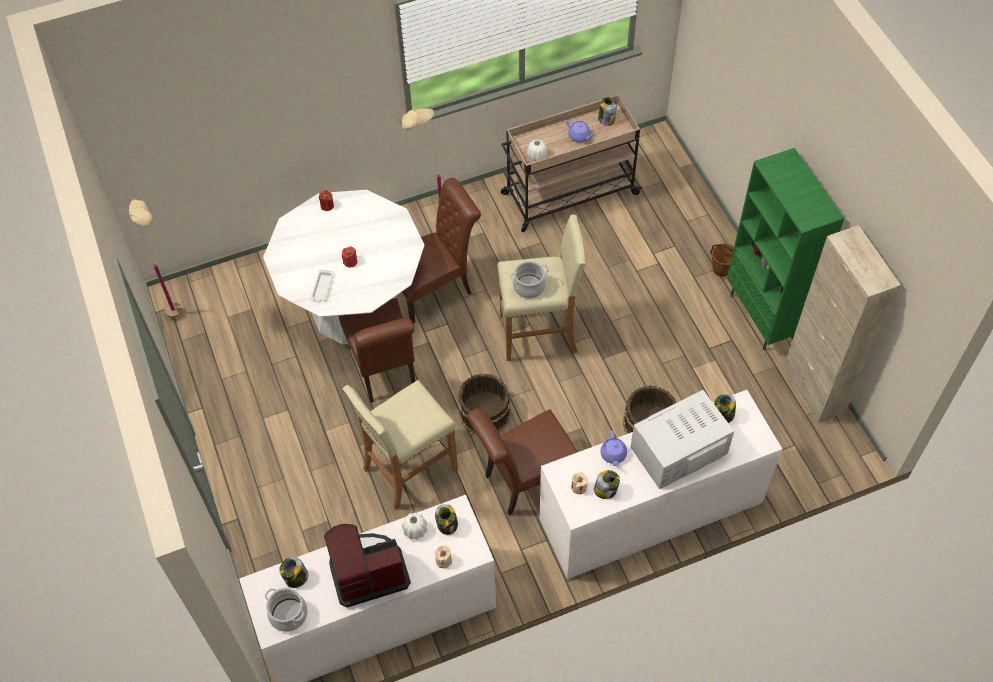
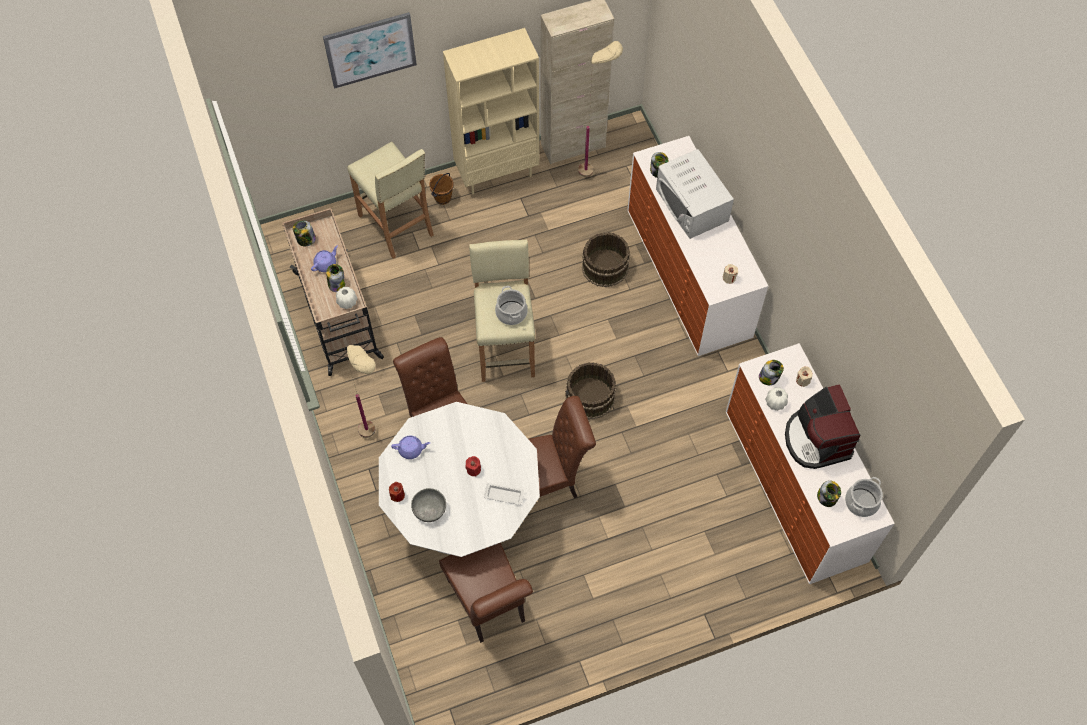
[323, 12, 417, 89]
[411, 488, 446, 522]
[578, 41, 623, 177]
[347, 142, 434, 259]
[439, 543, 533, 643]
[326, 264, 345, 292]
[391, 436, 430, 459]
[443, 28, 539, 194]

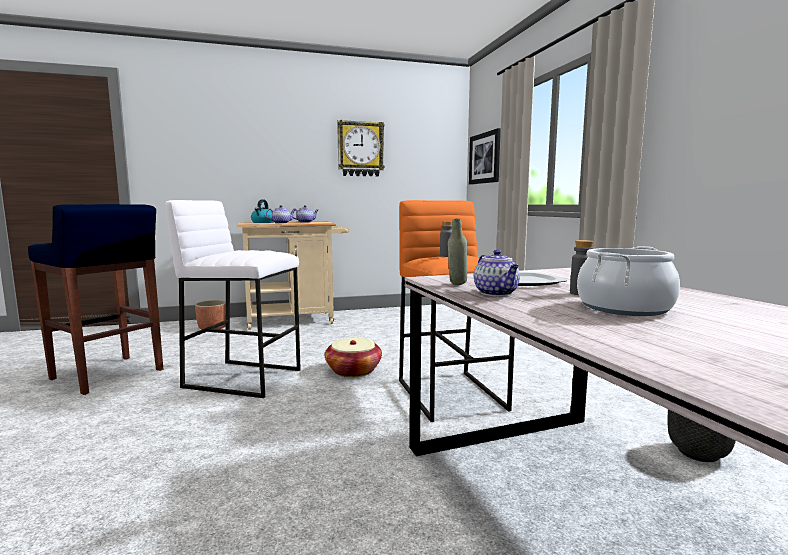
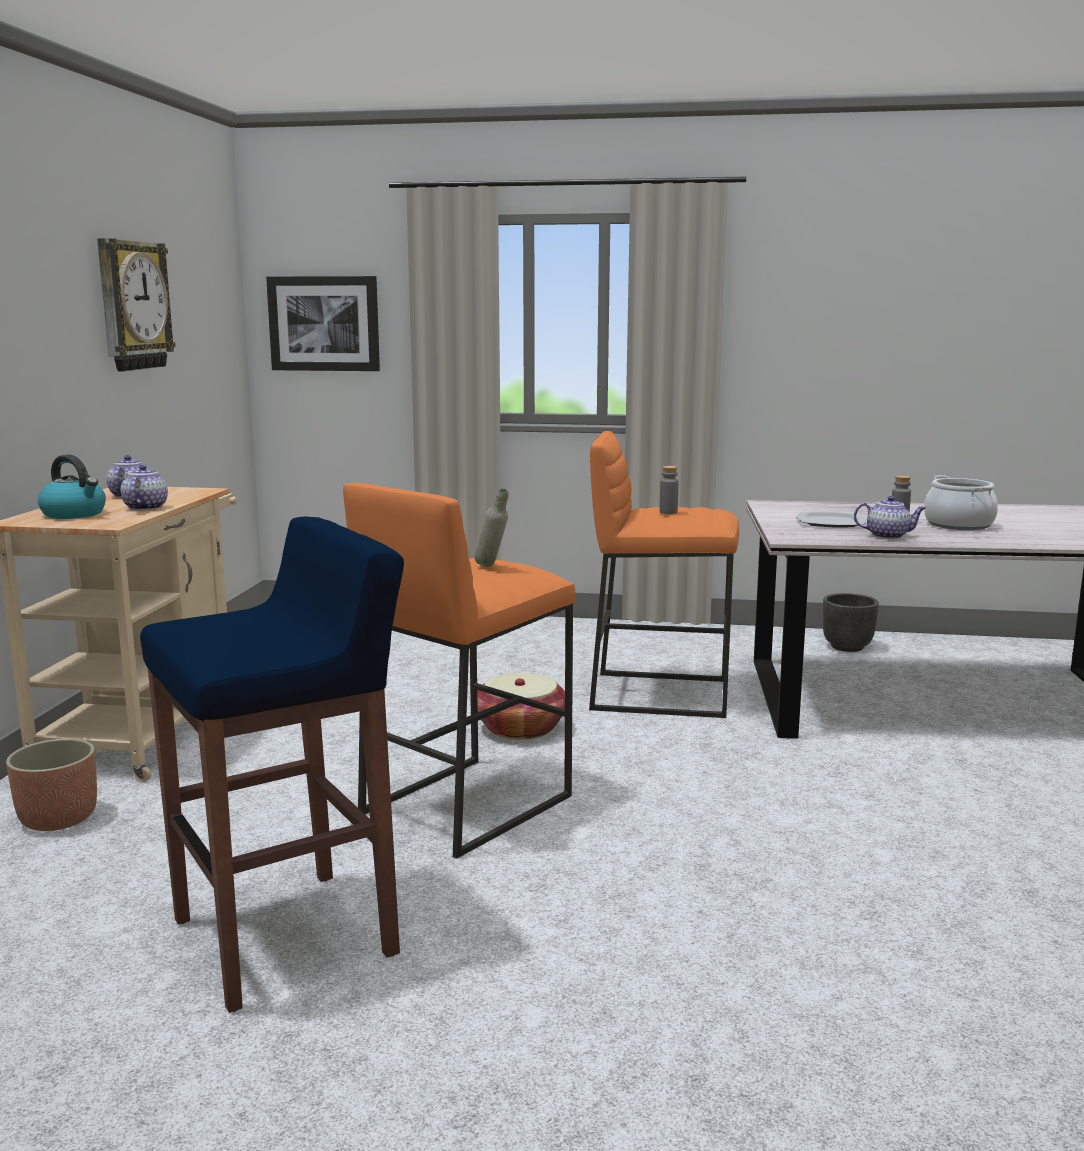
[475, 488, 509, 567]
[343, 483, 575, 859]

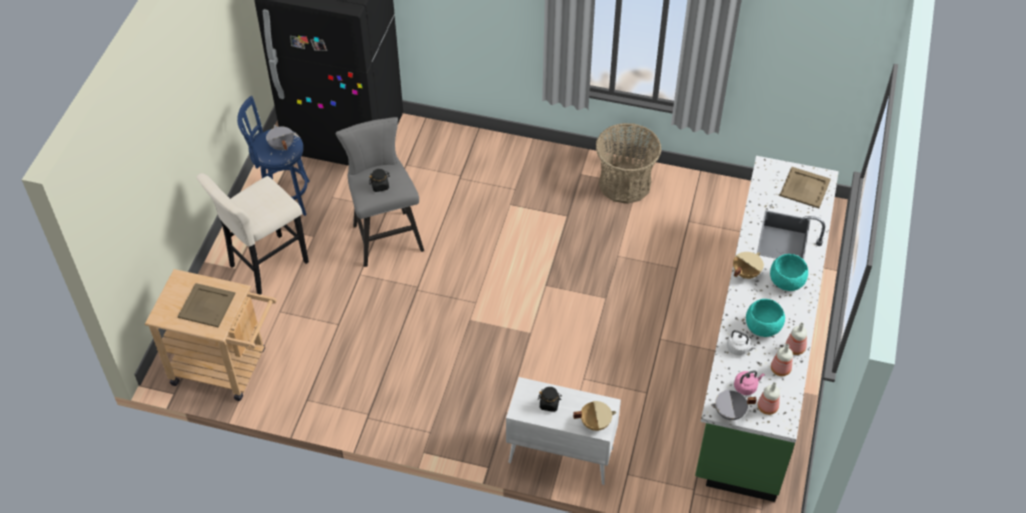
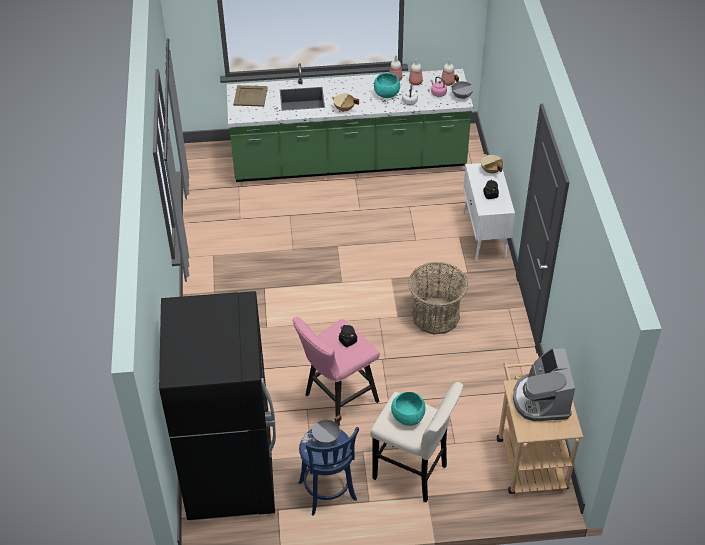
[408, 262, 468, 335]
[391, 392, 425, 426]
[513, 348, 575, 421]
[292, 317, 380, 426]

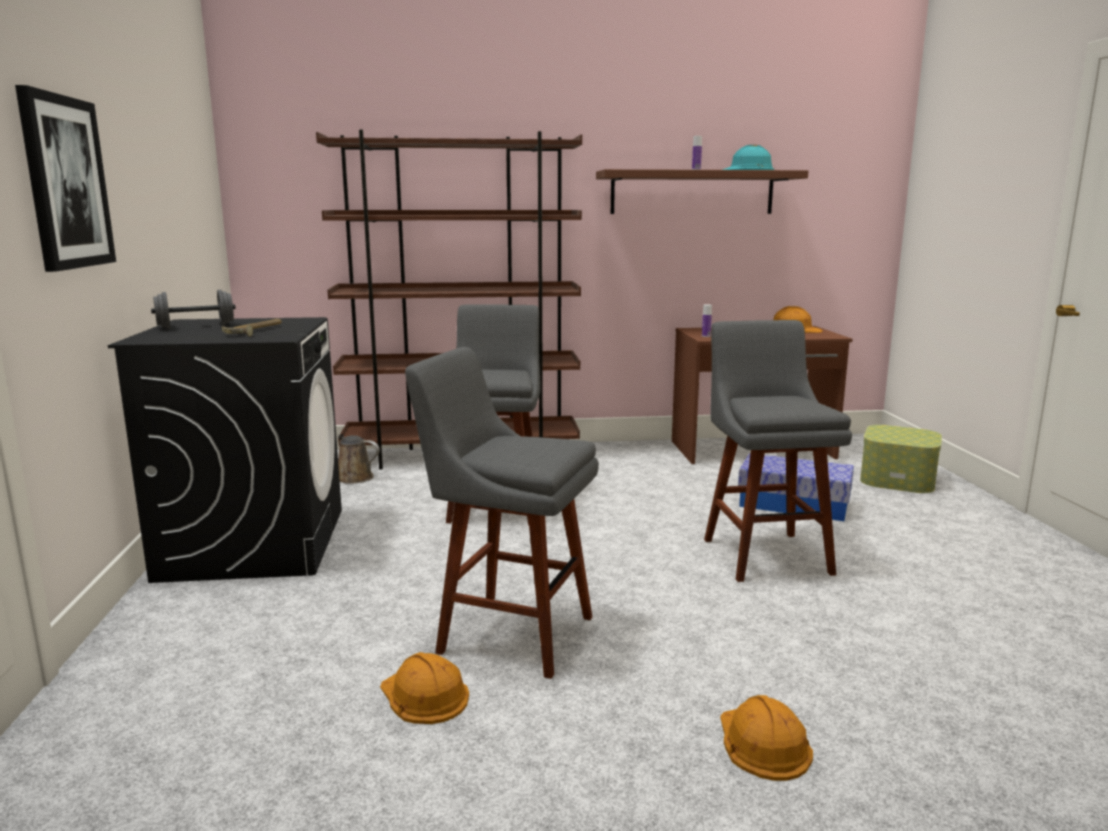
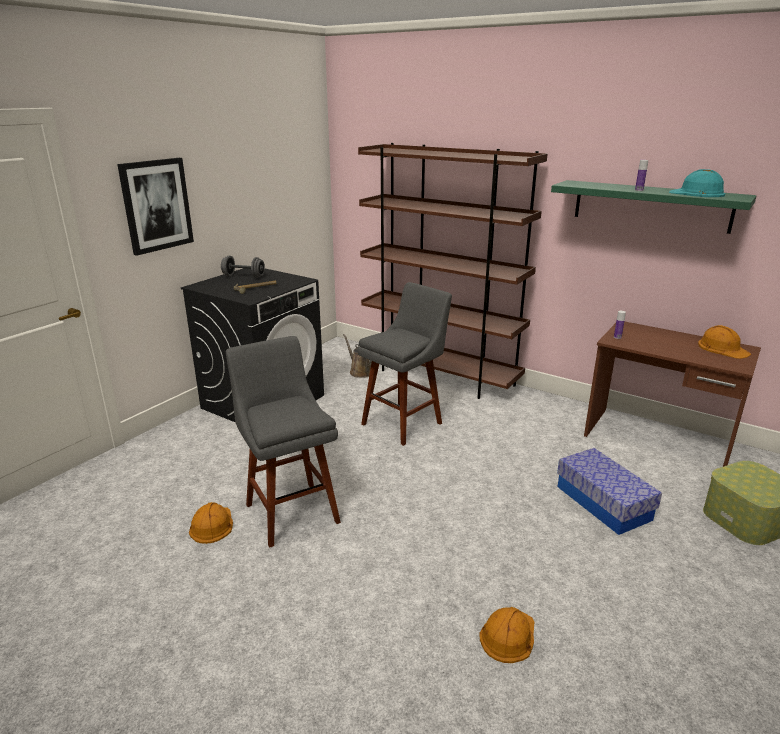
[704, 320, 852, 582] (first image)
[479, 607, 534, 663]
[551, 180, 757, 234]

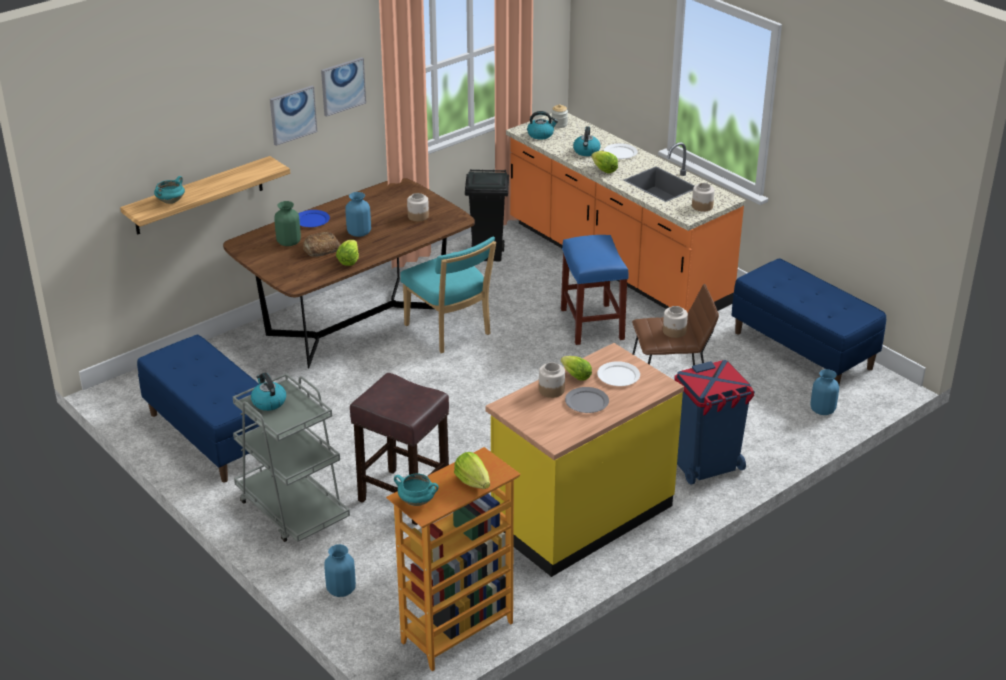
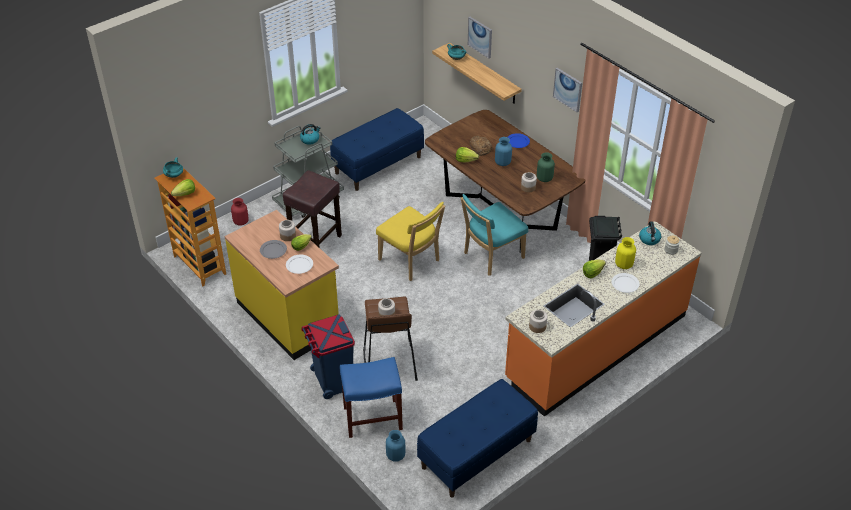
[376, 202, 445, 281]
[468, 17, 492, 59]
[537, 152, 555, 182]
[340, 357, 403, 438]
[615, 237, 636, 269]
[231, 198, 249, 226]

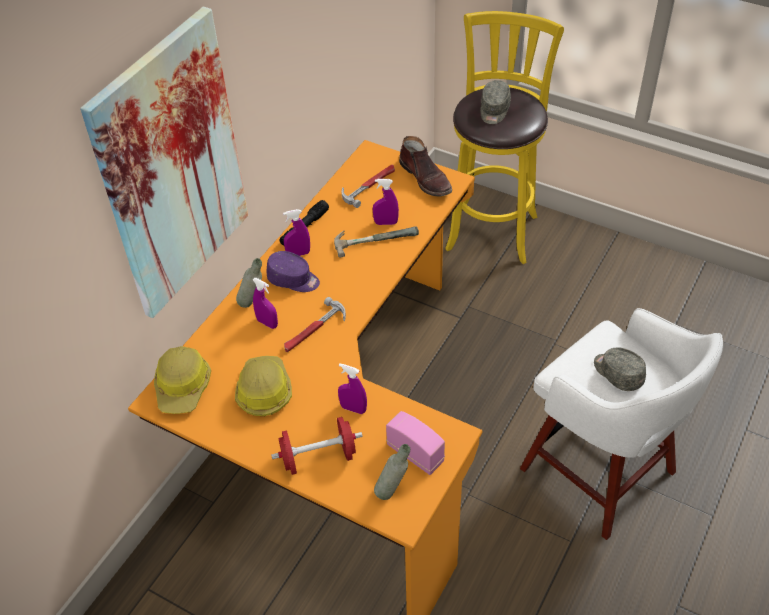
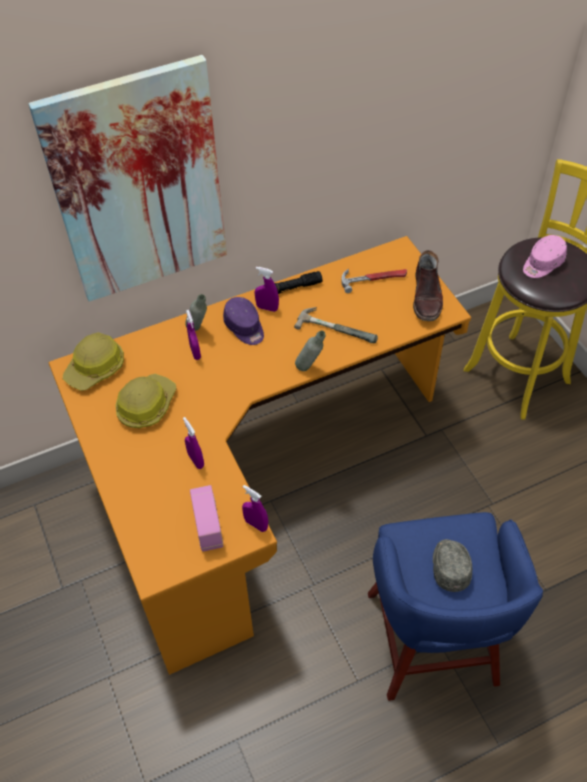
[271, 417, 363, 475] (first image)
[284, 297, 346, 352] (first image)
[242, 485, 268, 532]
[295, 330, 326, 371]
[523, 235, 567, 278]
[368, 512, 543, 701]

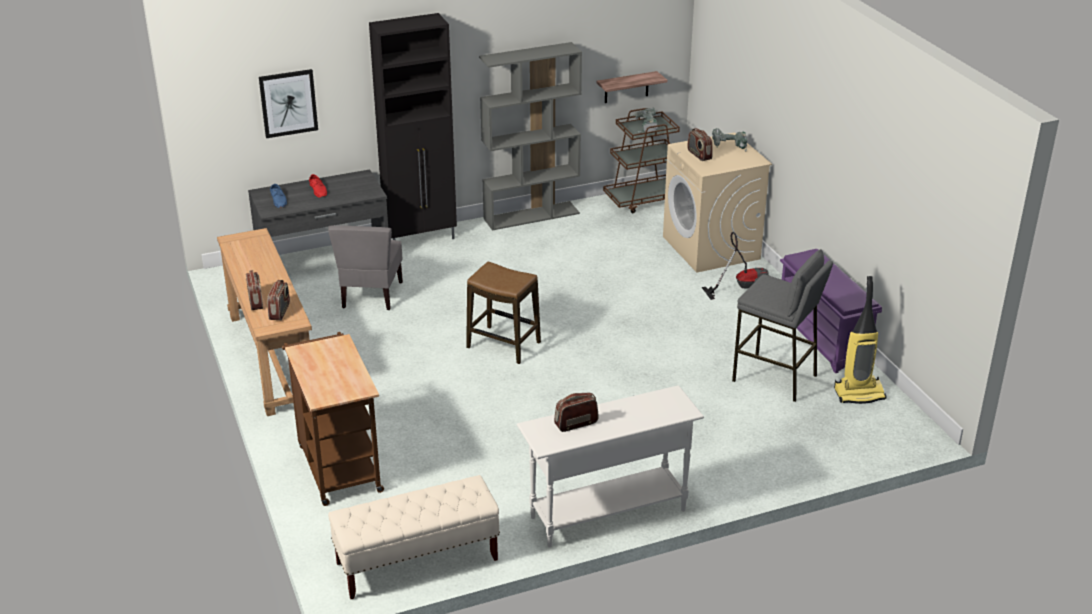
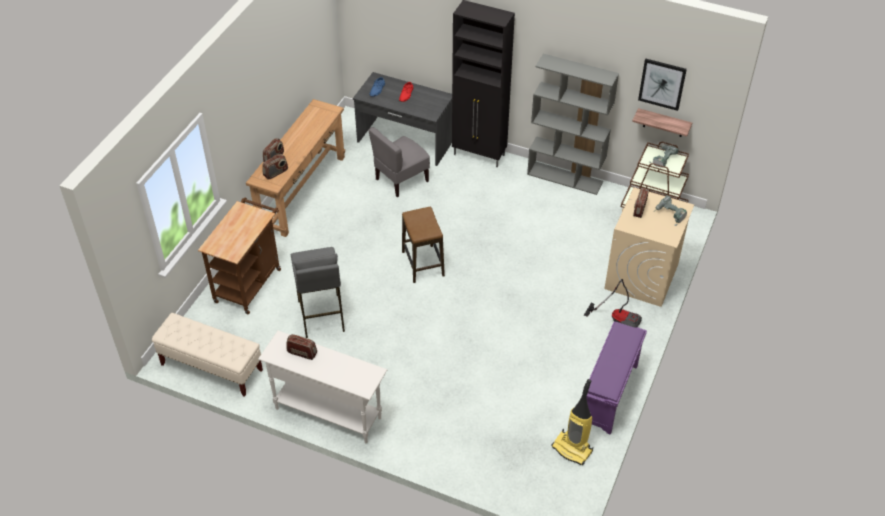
[638, 59, 687, 111]
[291, 247, 345, 338]

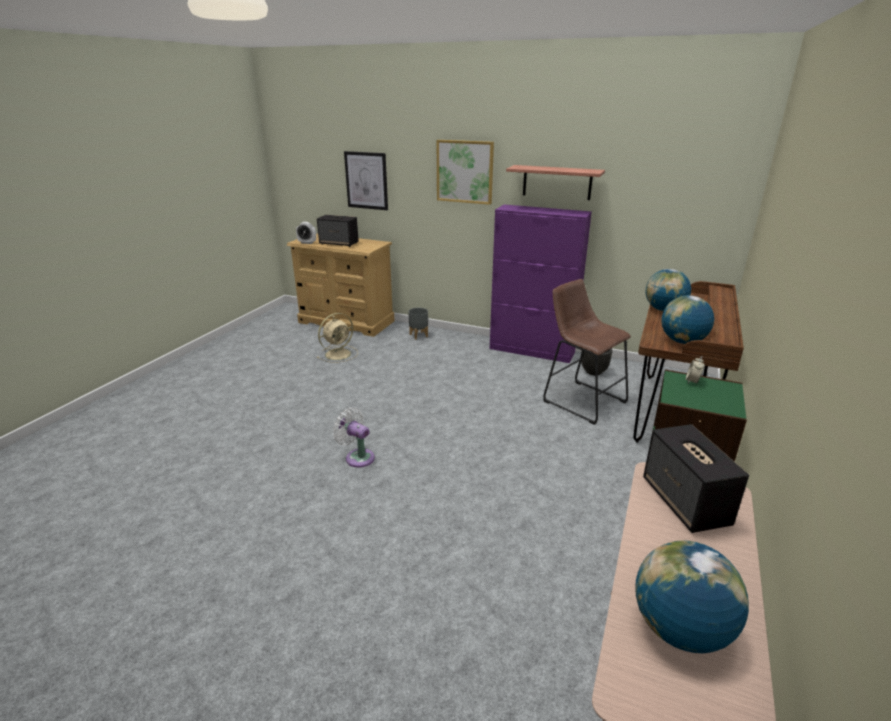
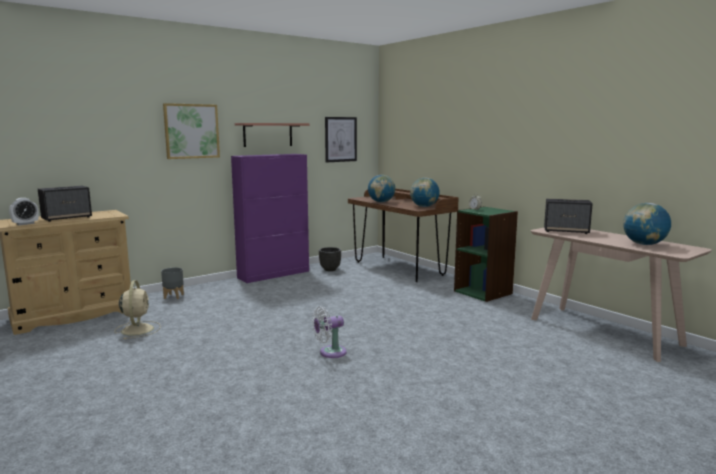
[543, 279, 631, 425] (first image)
[325, 117, 357, 162]

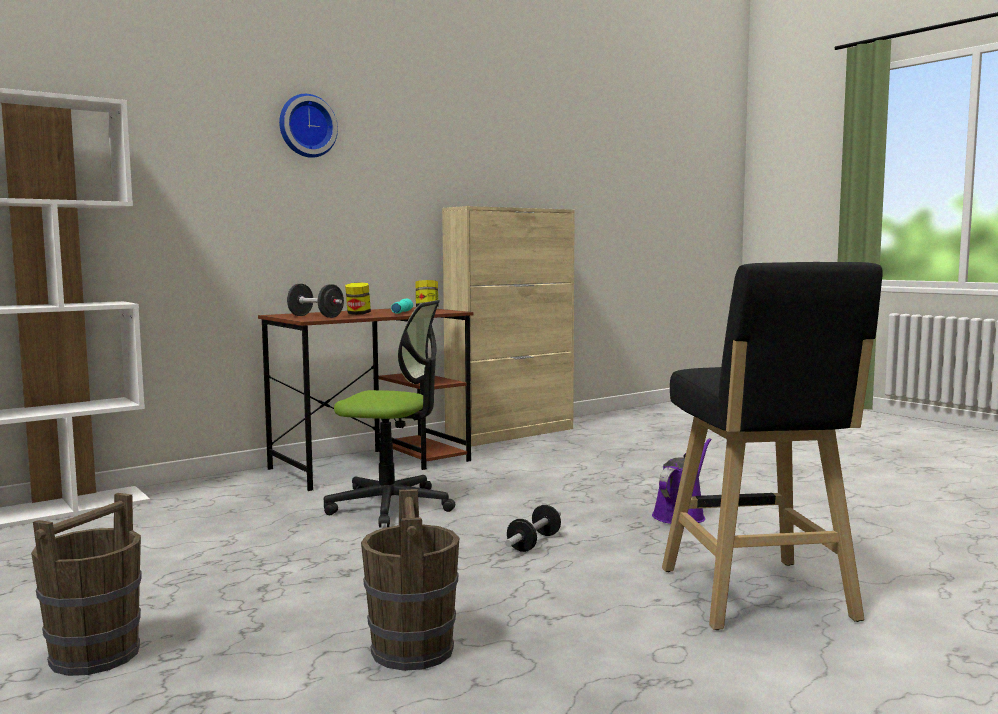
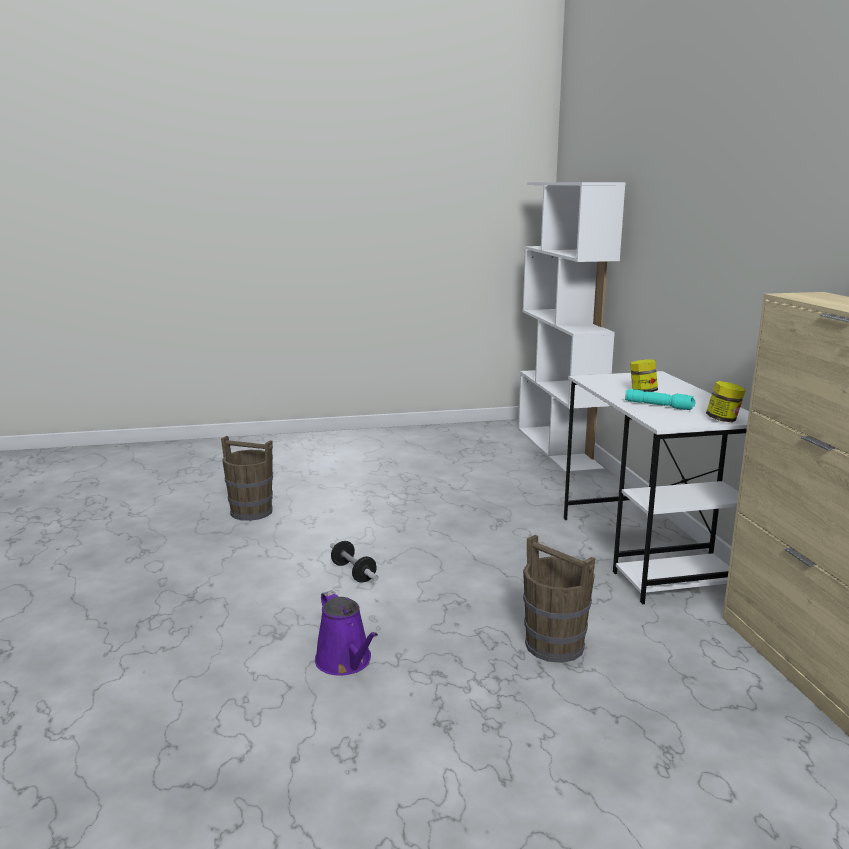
[279, 94, 338, 158] (first image)
[287, 284, 344, 318] (first image)
[324, 300, 456, 528] (first image)
[662, 262, 883, 630] (first image)
[523, 535, 595, 663]
[564, 371, 749, 604]

